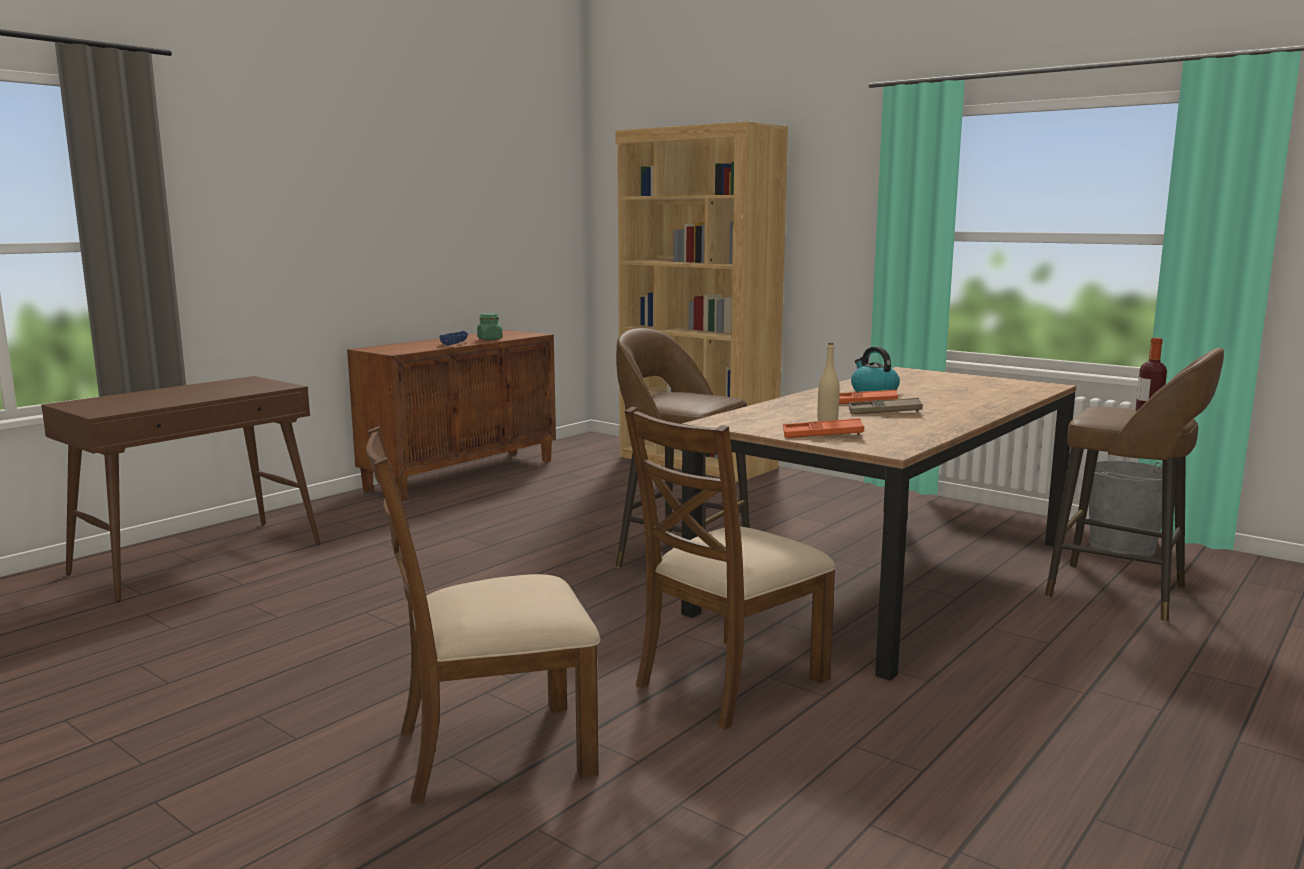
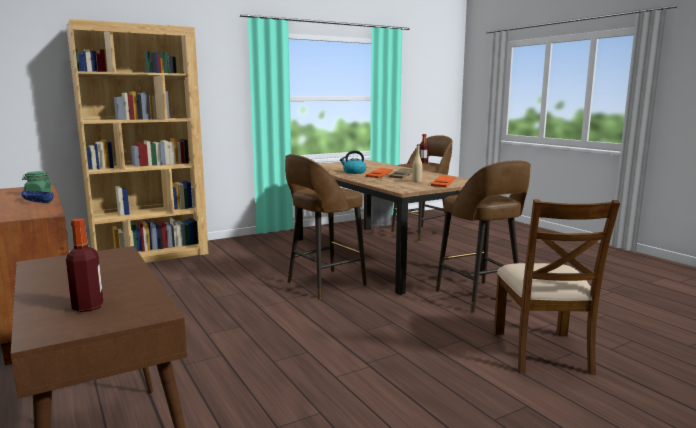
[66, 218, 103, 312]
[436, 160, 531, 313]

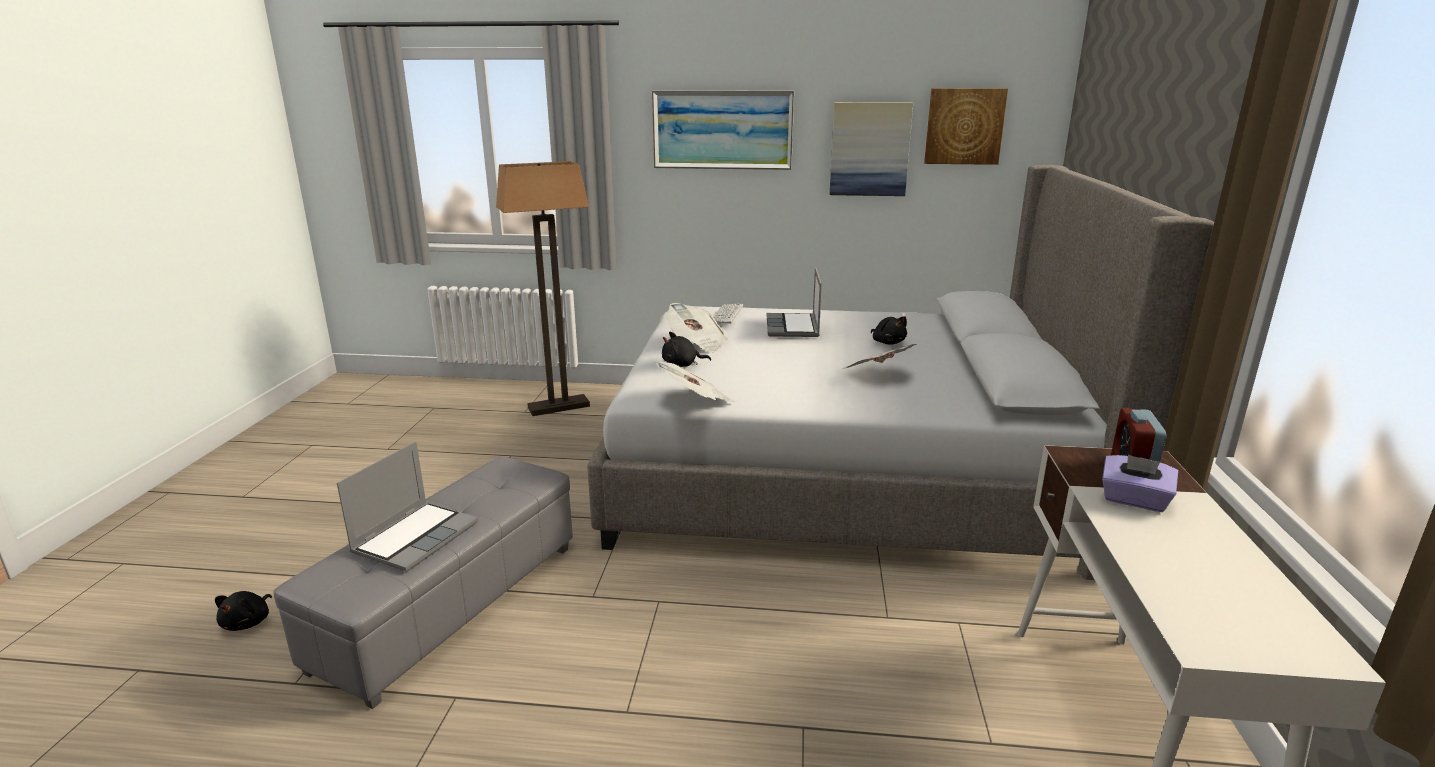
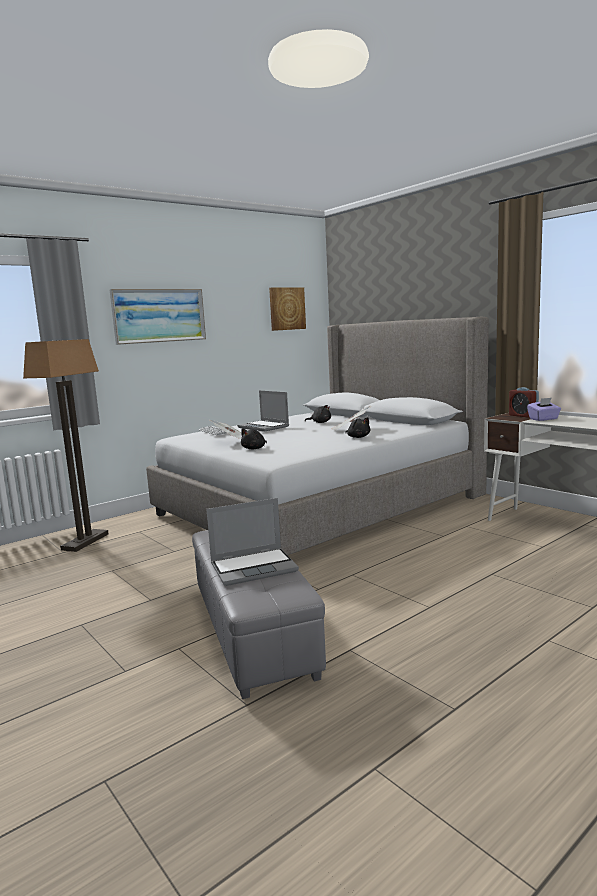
[654, 362, 735, 402] (first image)
[830, 102, 913, 196] (first image)
[345, 417, 371, 438]
[206, 498, 299, 586]

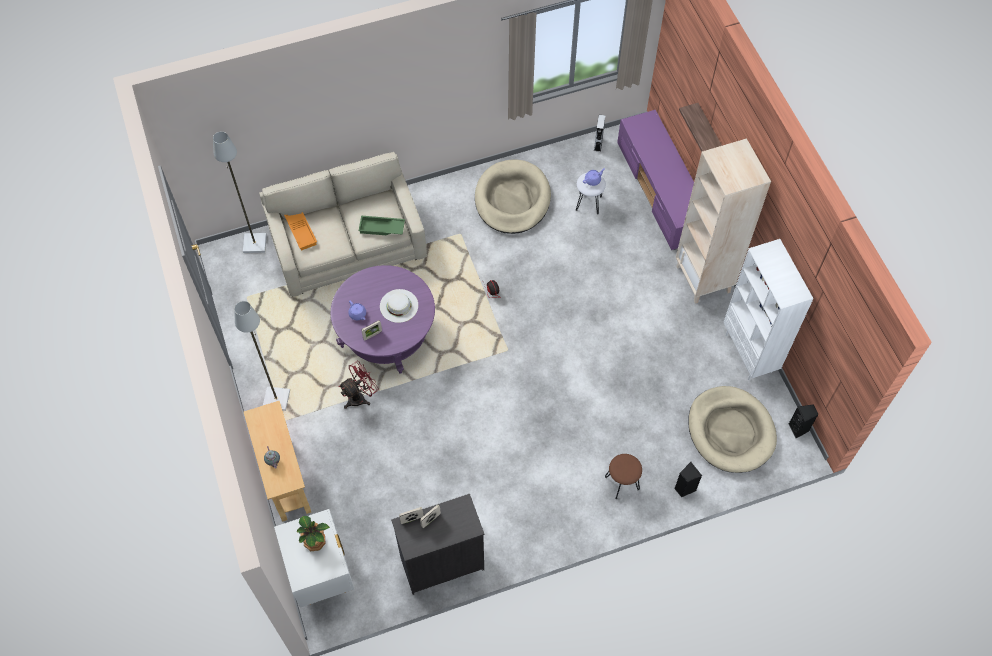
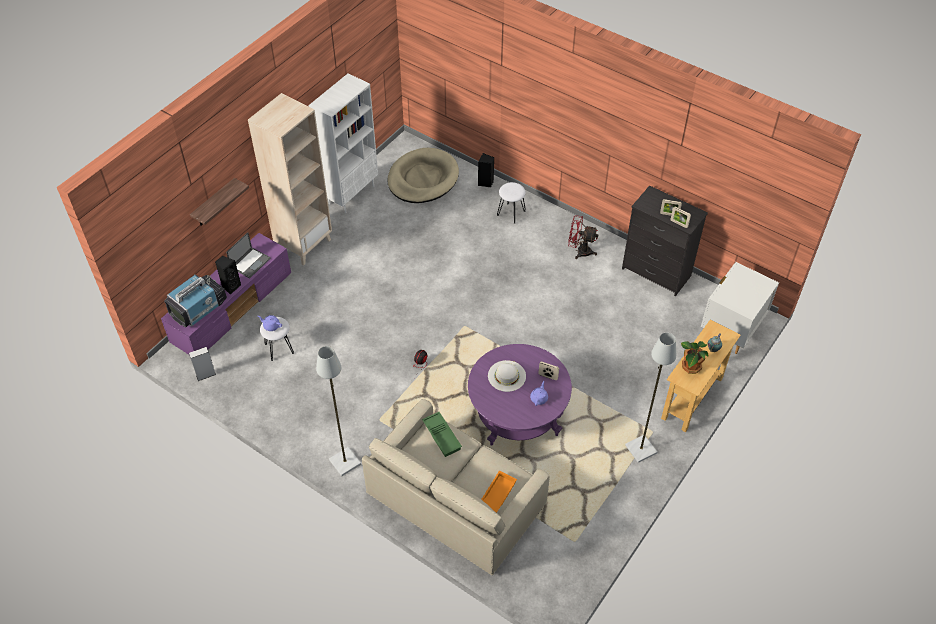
[475, 160, 551, 234] (first image)
[164, 274, 227, 328]
[226, 232, 271, 279]
[316, 346, 361, 476]
[681, 341, 709, 374]
[568, 215, 599, 259]
[215, 256, 241, 295]
[497, 182, 526, 224]

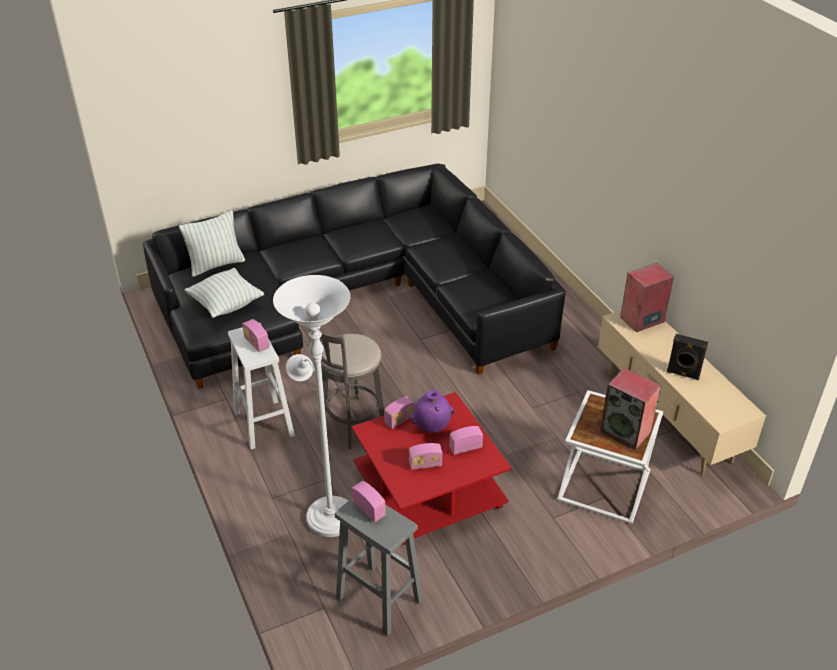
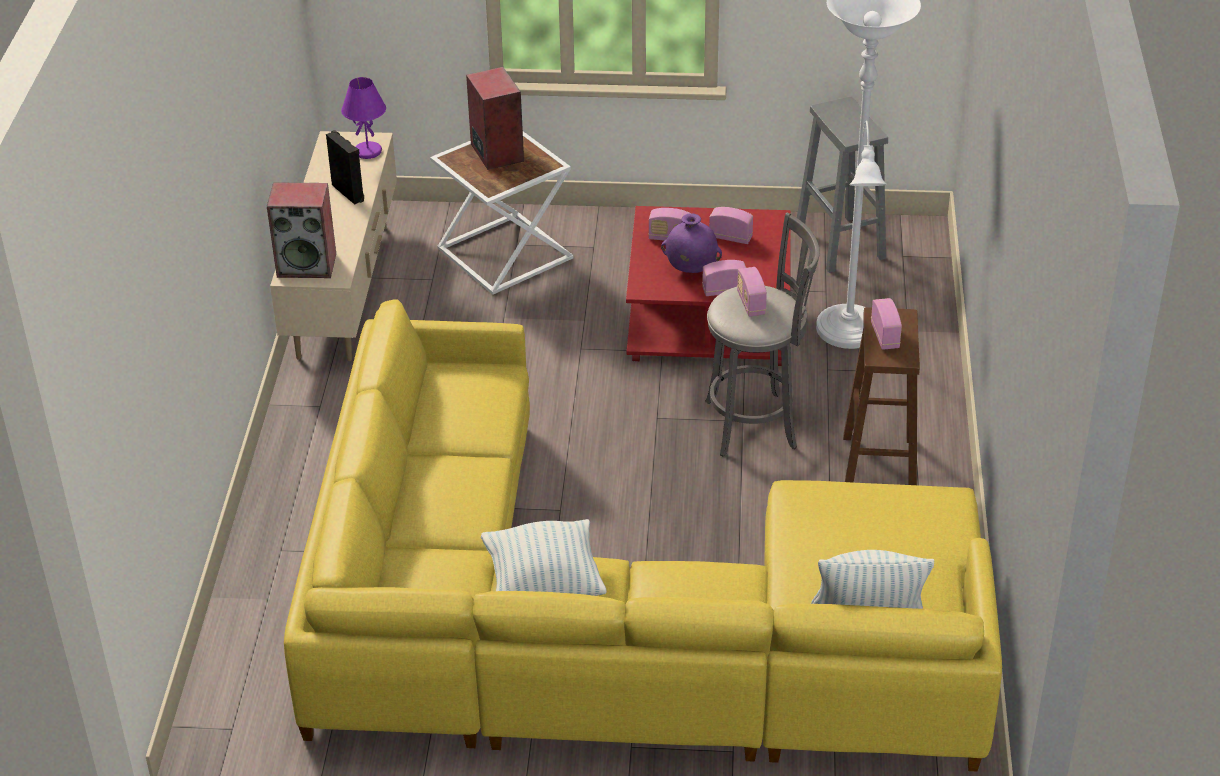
[341, 77, 386, 159]
[481, 519, 607, 596]
[737, 267, 767, 317]
[284, 299, 1002, 771]
[843, 307, 920, 485]

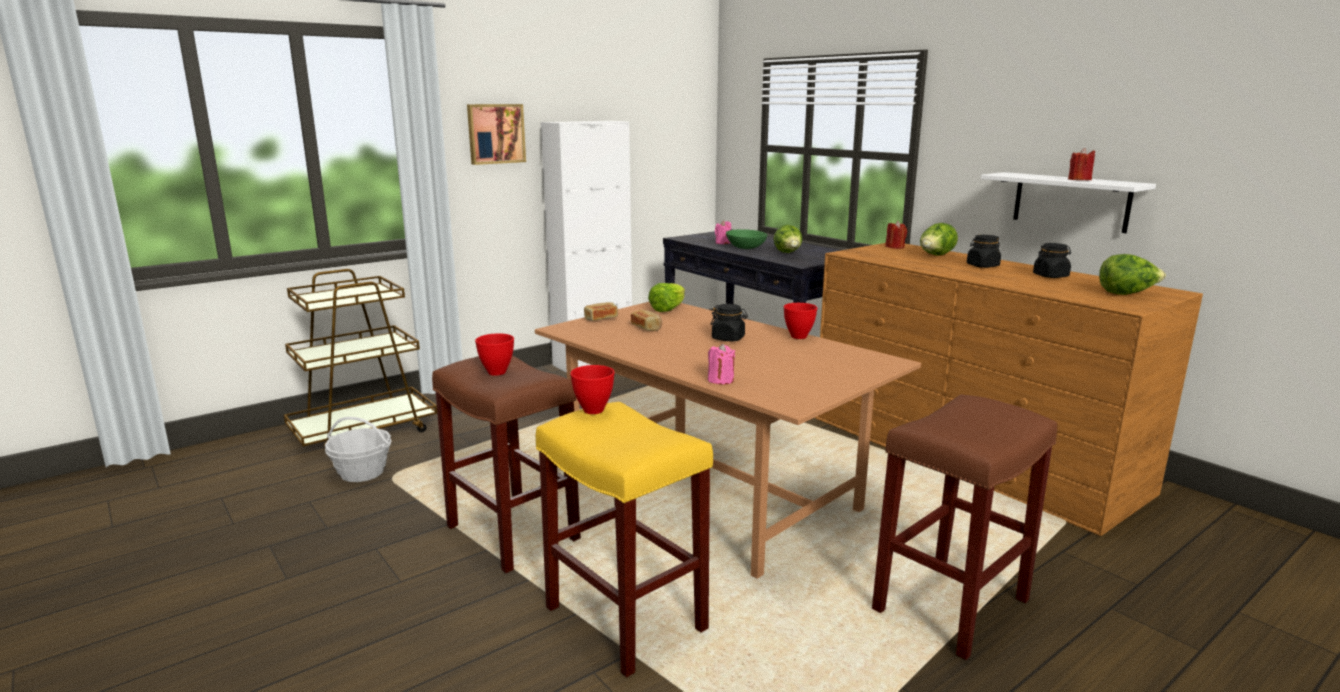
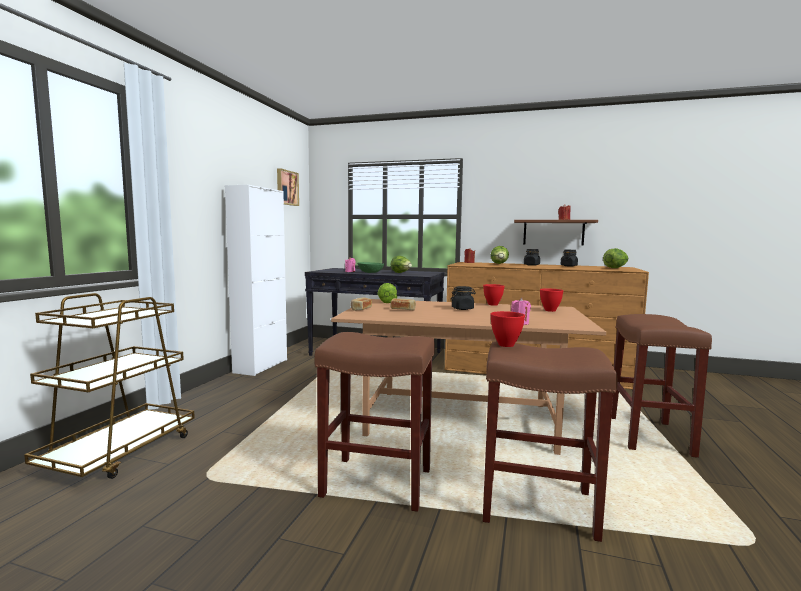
[325, 417, 392, 482] (first image)
[277, 168, 299, 206]
[540, 288, 563, 312]
[483, 342, 618, 542]
[514, 220, 598, 246]

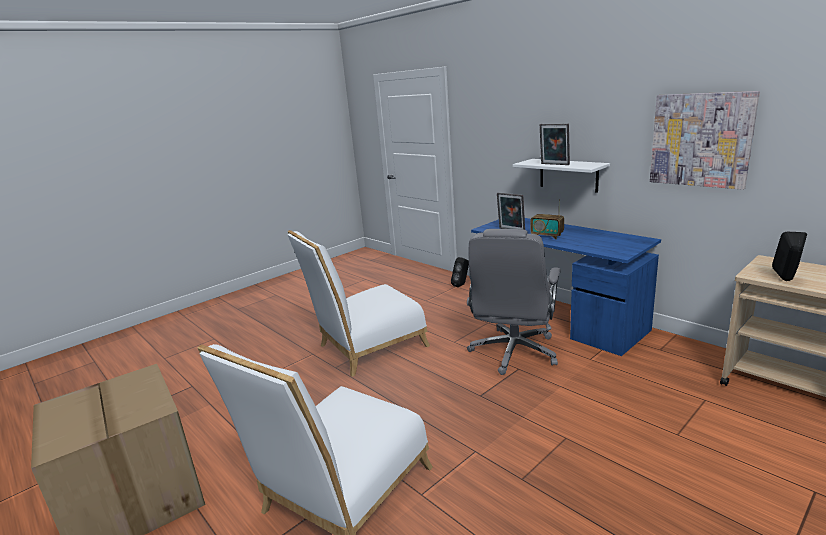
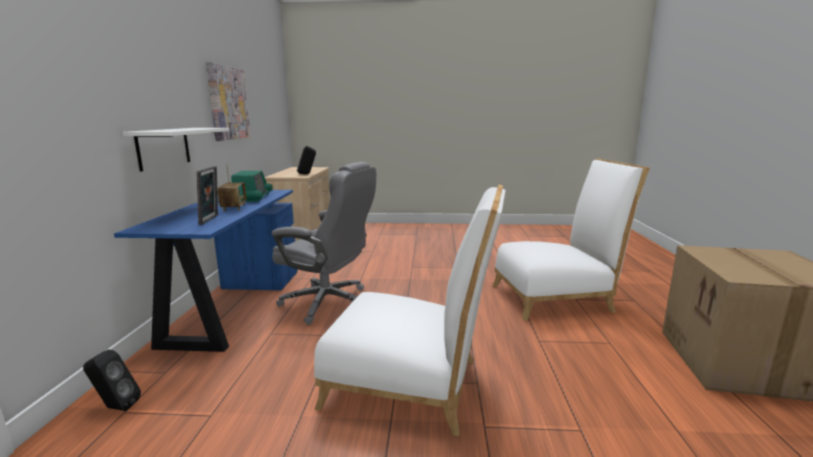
[540, 124, 570, 165] (first image)
[231, 171, 273, 202]
[272, 162, 376, 325]

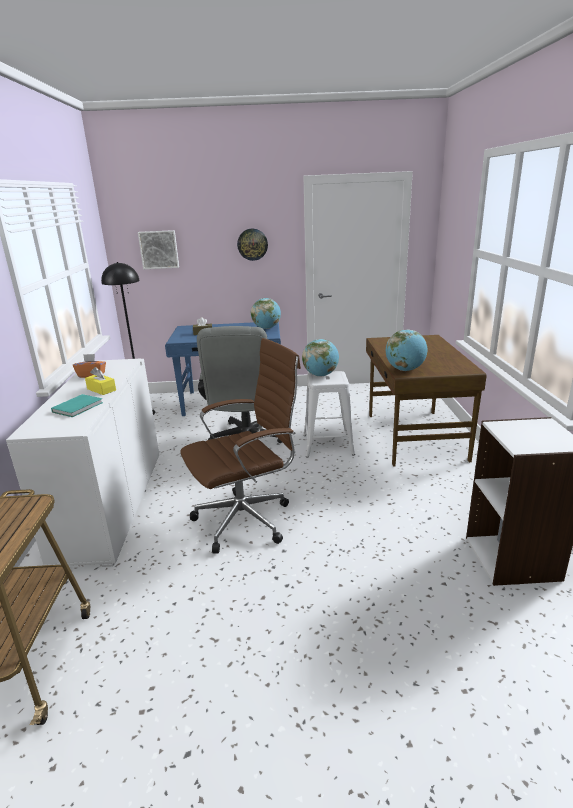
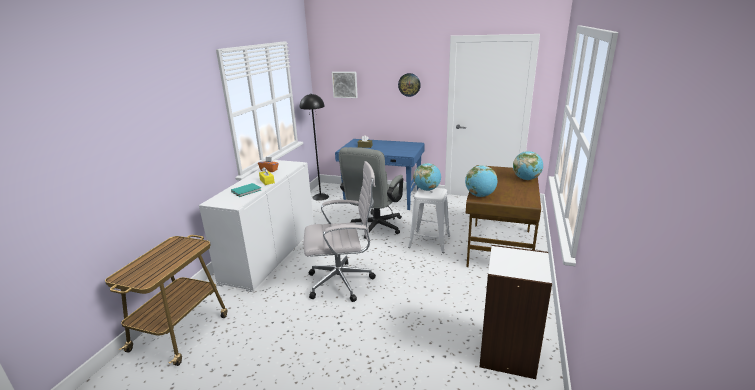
[513, 151, 543, 180]
[304, 161, 376, 302]

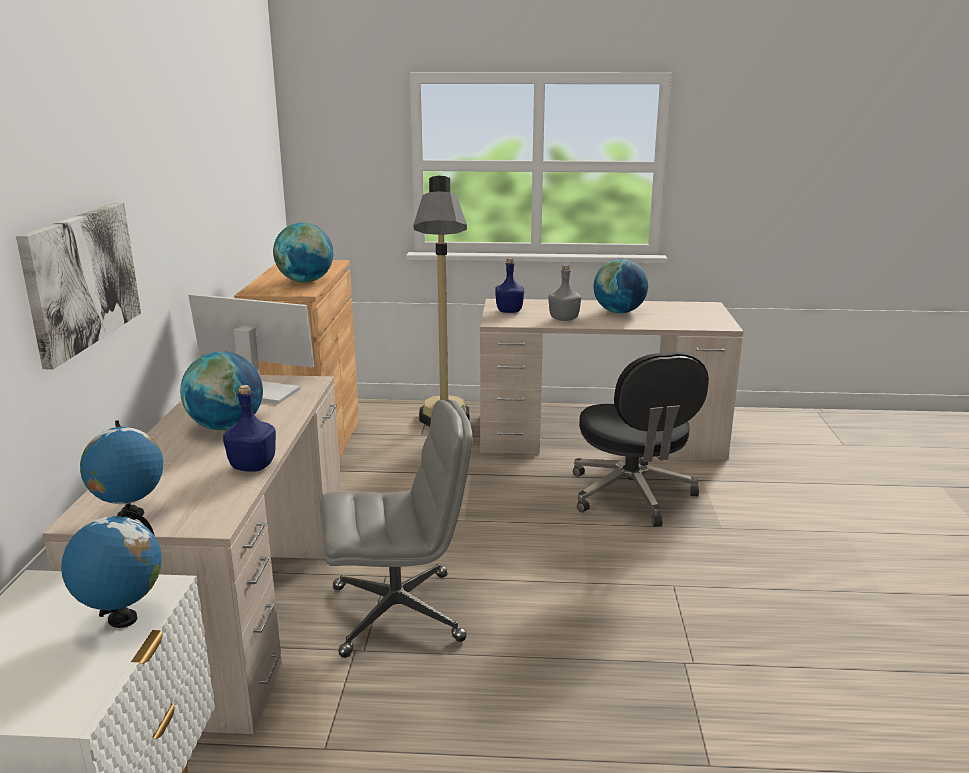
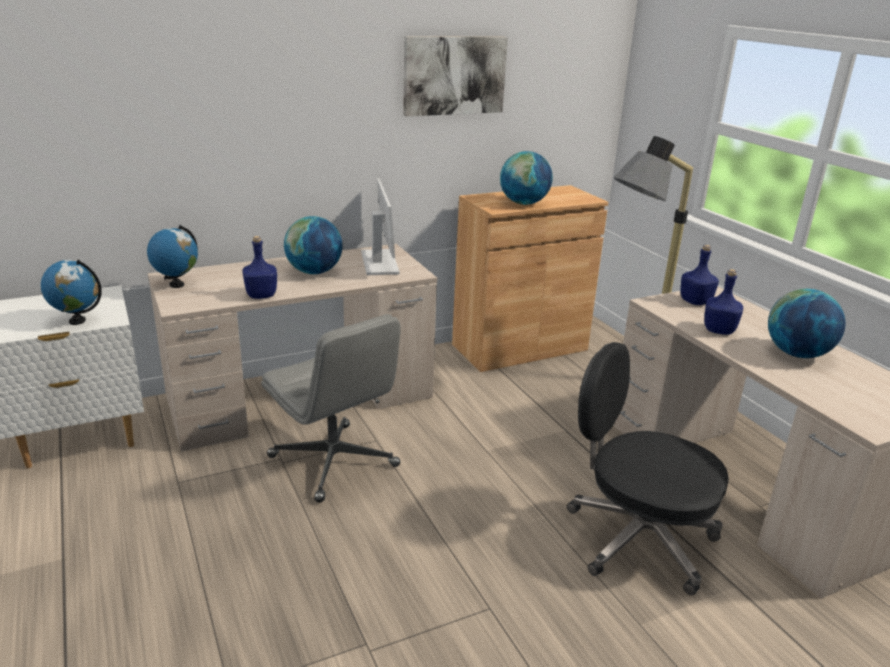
[403, 36, 508, 116]
[704, 269, 743, 335]
[567, 342, 729, 595]

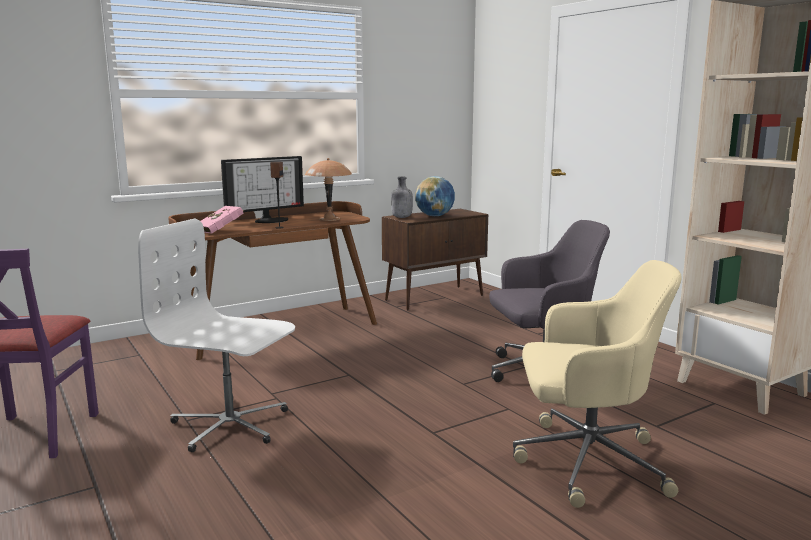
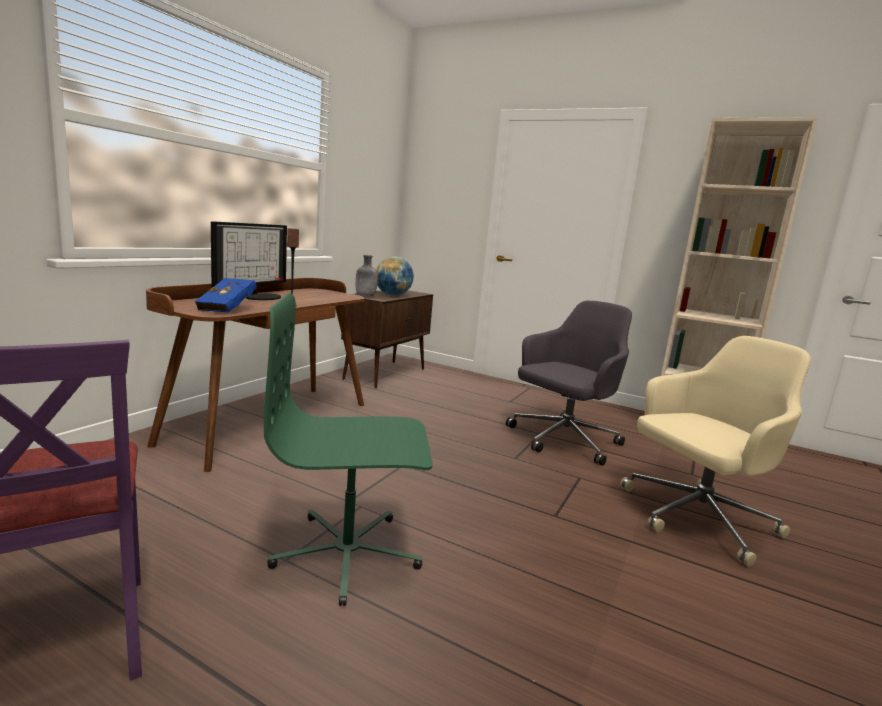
[305, 158, 352, 221] (first image)
[264, 293, 433, 606]
[195, 278, 257, 312]

